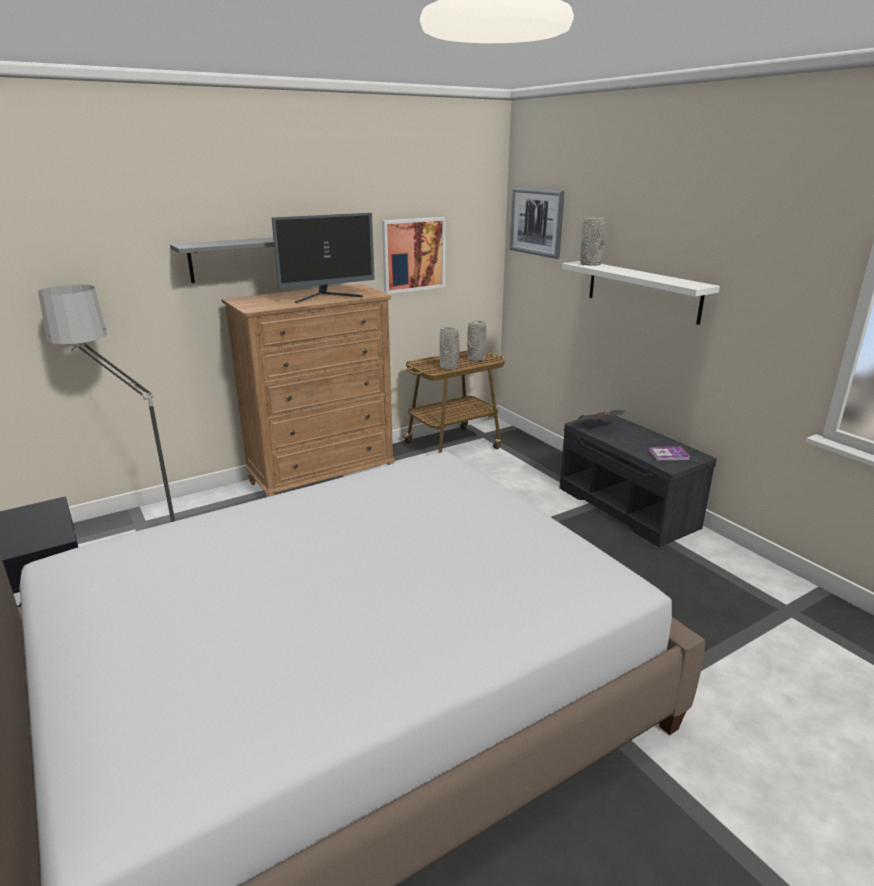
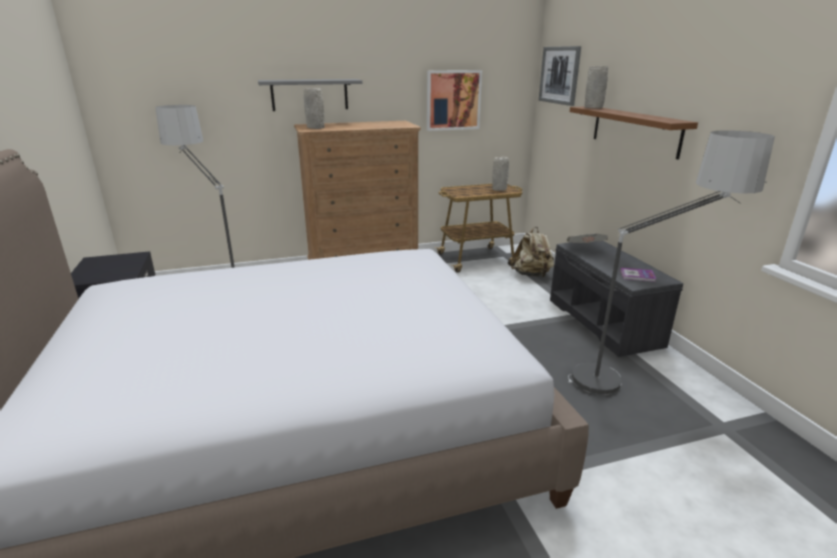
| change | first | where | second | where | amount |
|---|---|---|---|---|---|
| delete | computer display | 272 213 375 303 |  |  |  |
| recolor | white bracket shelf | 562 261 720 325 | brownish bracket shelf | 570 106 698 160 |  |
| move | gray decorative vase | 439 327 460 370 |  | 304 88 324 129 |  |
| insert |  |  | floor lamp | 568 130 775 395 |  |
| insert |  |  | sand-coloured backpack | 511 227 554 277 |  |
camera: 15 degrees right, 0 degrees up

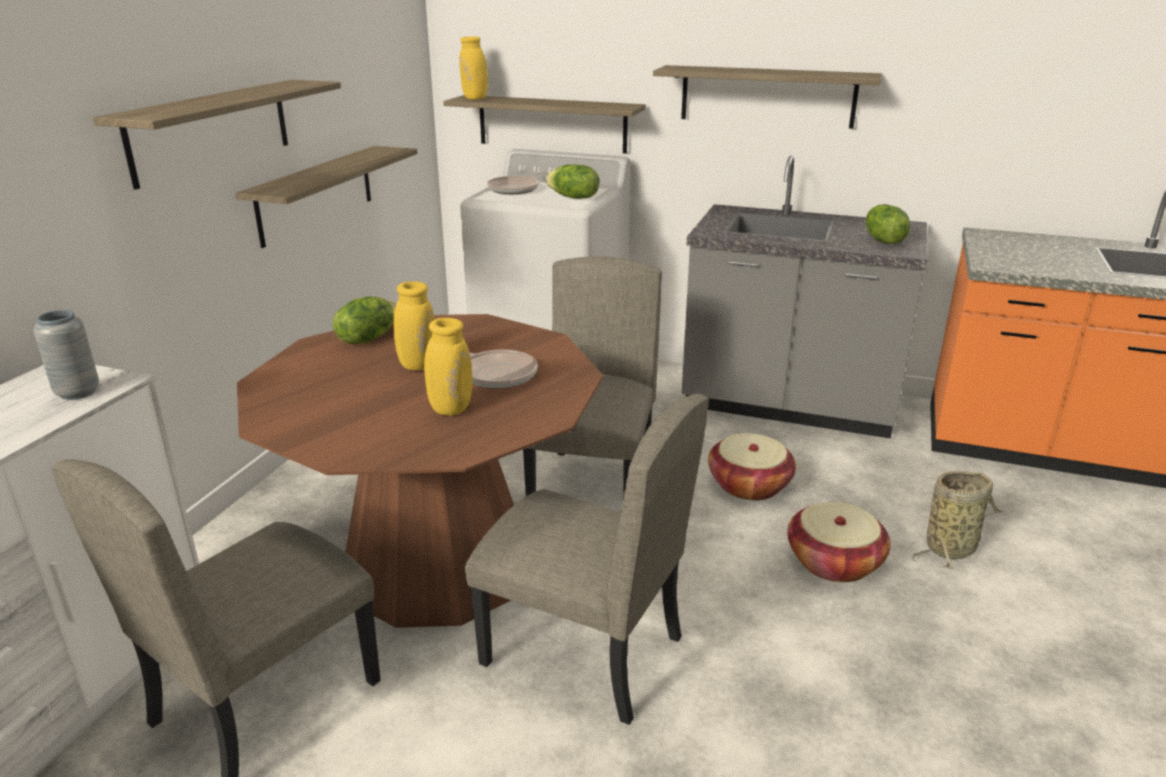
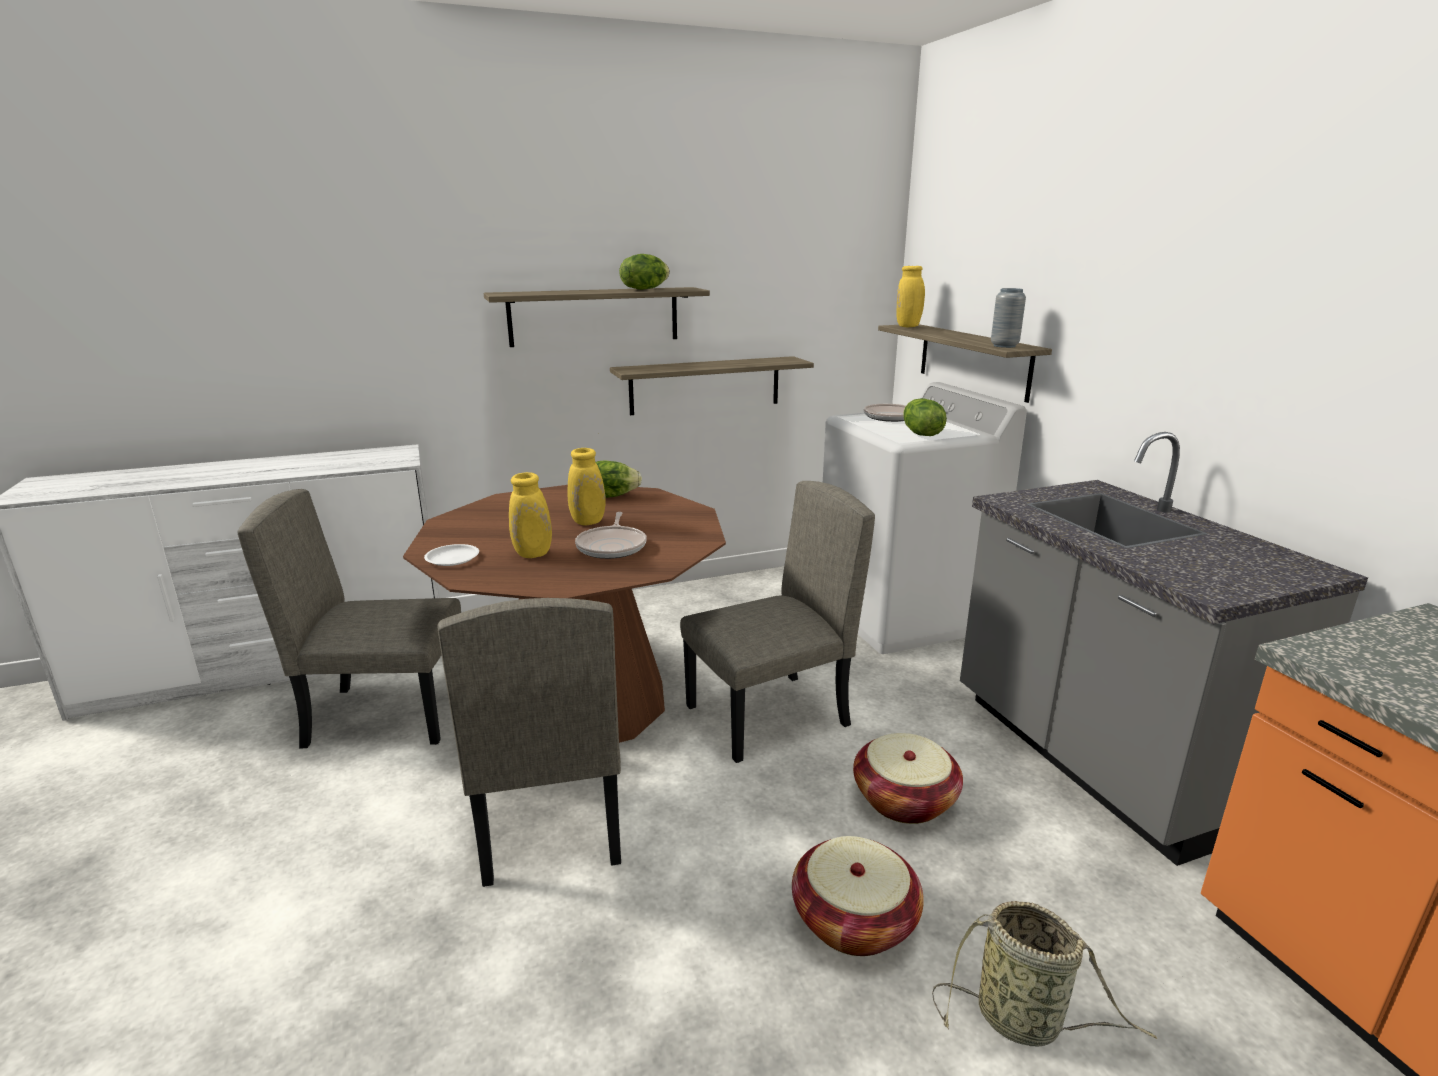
| change | first | where | second | where | amount |
|---|---|---|---|---|---|
| delete | bracket shelf | 653 65 882 129 |  |  |  |
| move | lettuce head | 866 204 910 244 |  | 619 254 670 290 |  |
| move | gray decorative vase | 34 310 99 400 |  | 991 288 1026 348 |  |
| insert |  |  | white dinner plate | 424 544 479 566 |  |
camera: 50 degrees right, 5 degrees down

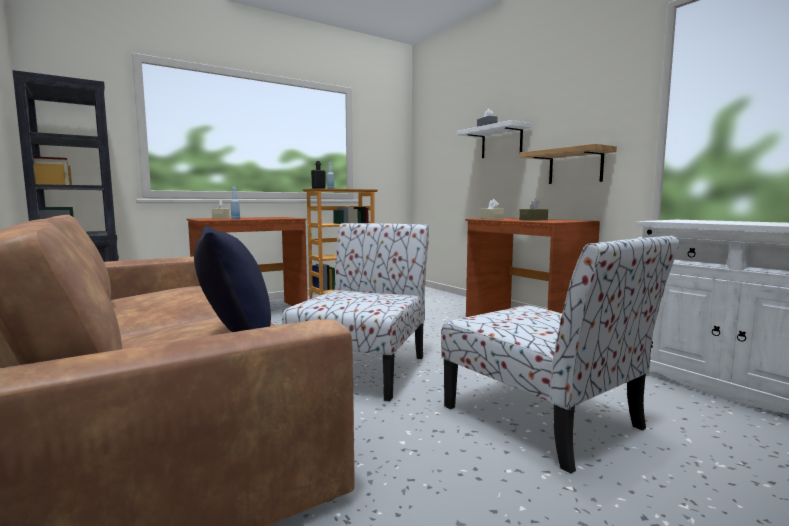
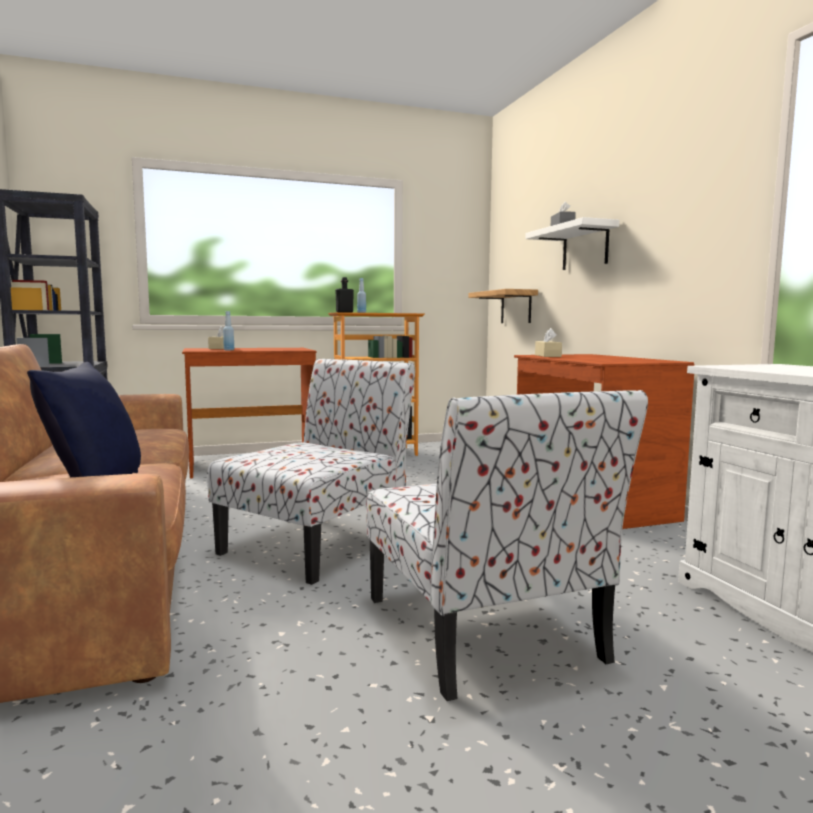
| change | first | where | second | where | amount |
|---|---|---|---|---|---|
| move | bracket shelf | 520 144 617 184 |  | 468 289 538 323 |  |
| delete | brownish tissue box | 519 199 548 221 |  |  |  |
camera: 15 degrees right, 0 degrees up

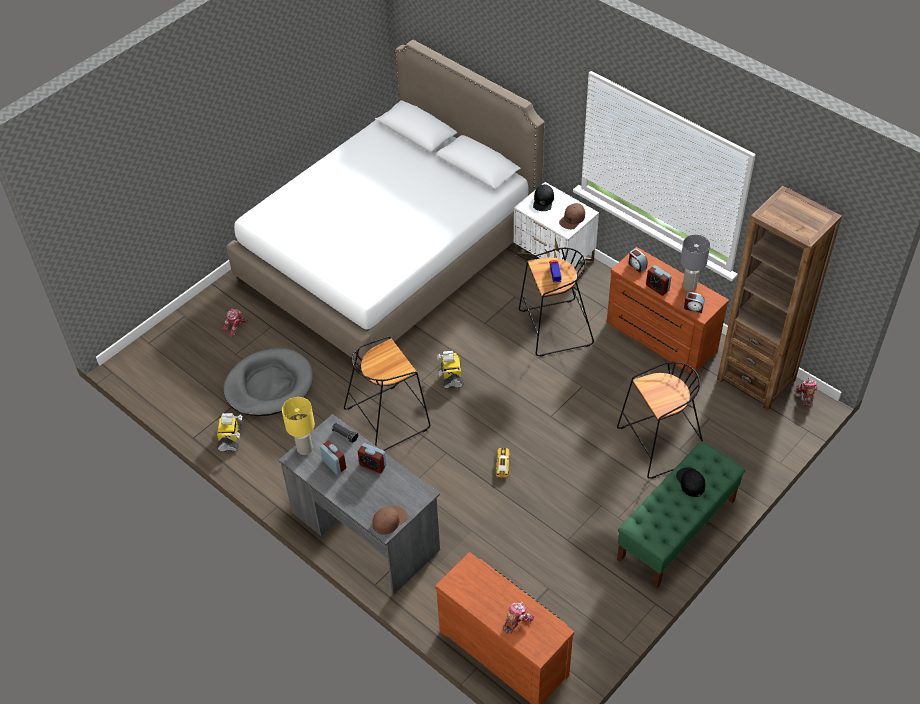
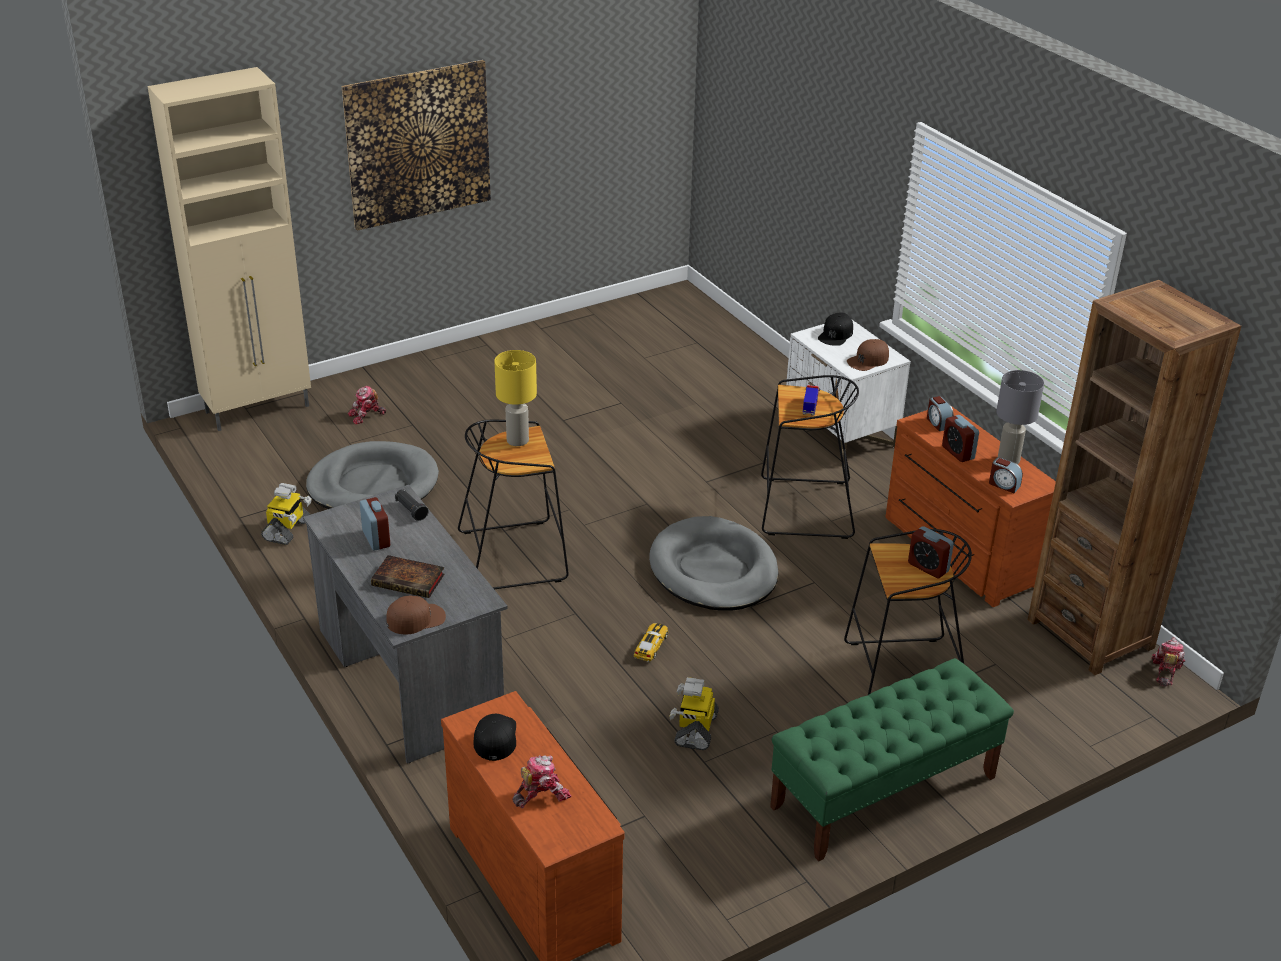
| change | first | where | second | where | amount |
|---|---|---|---|---|---|
| delete | white bedroom bed | 226 40 545 364 |  |  |  |
| move | model robot | 437 351 463 389 |  | 669 677 719 750 |  |
| move | yellow tabletop lamp | 282 397 315 455 |  | 494 350 537 446 |  |
| move | bedside clock | 358 443 387 473 |  | 908 526 954 579 |  |
| move | black baseball cap | 676 467 705 497 |  | 474 714 516 761 |  |
| insert |  |  | wall picture | 342 60 491 231 |  |
| insert |  |  | sand-coloured storage cabinet | 148 67 311 431 |  |
| insert |  |  | gray dog bed | 649 516 779 611 |  |
| insert |  |  | book | 371 555 444 598 |  |
camera: 15 degrees right, 15 degrees down

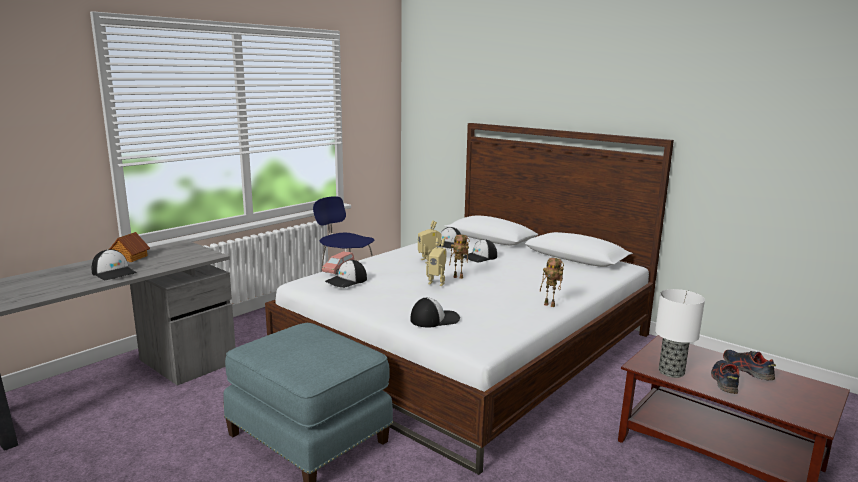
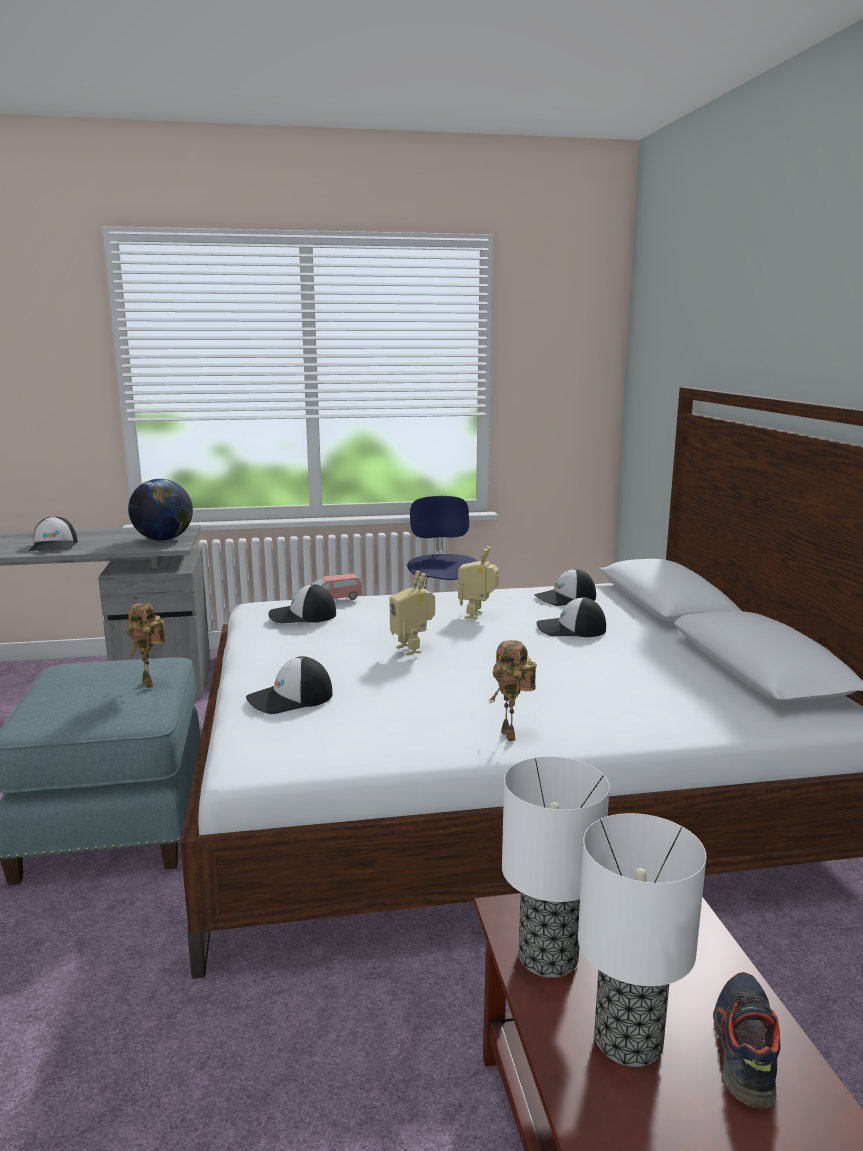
| change | first | where | second | where | amount |
|---|---|---|---|---|---|
| delete | toy house | 110 232 150 262 |  |  |  |
| move | model robot | 449 234 470 279 |  | 126 603 166 688 |  |
| rotate | baseball cap | 410 298 460 327 |  | 246 656 333 714 | 135 degrees clockwise |
| replace | shoe | 711 360 740 394 | tabletop lamp | 578 813 706 1067 |  |
| insert |  |  | globe | 128 479 193 541 |  |
camera: 40 degrees right, 0 degrees up

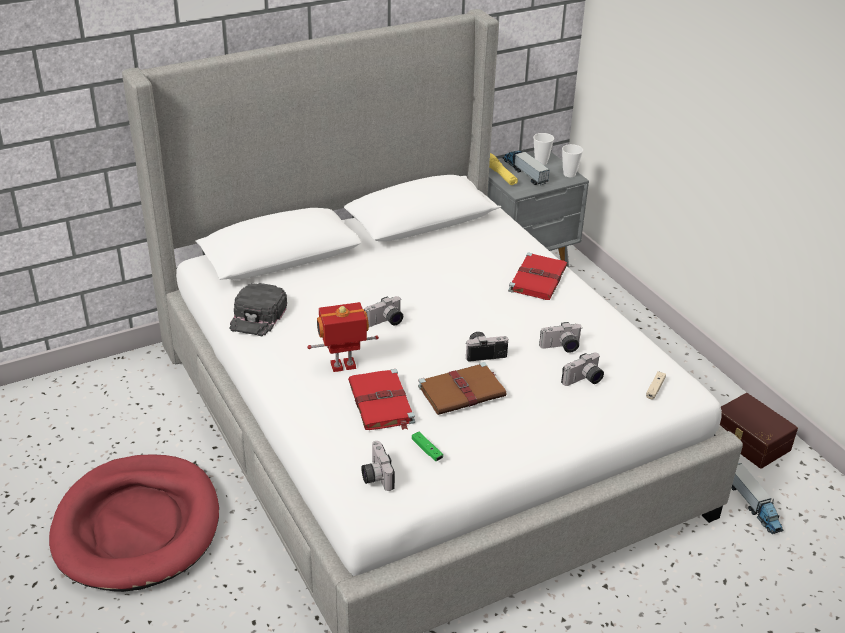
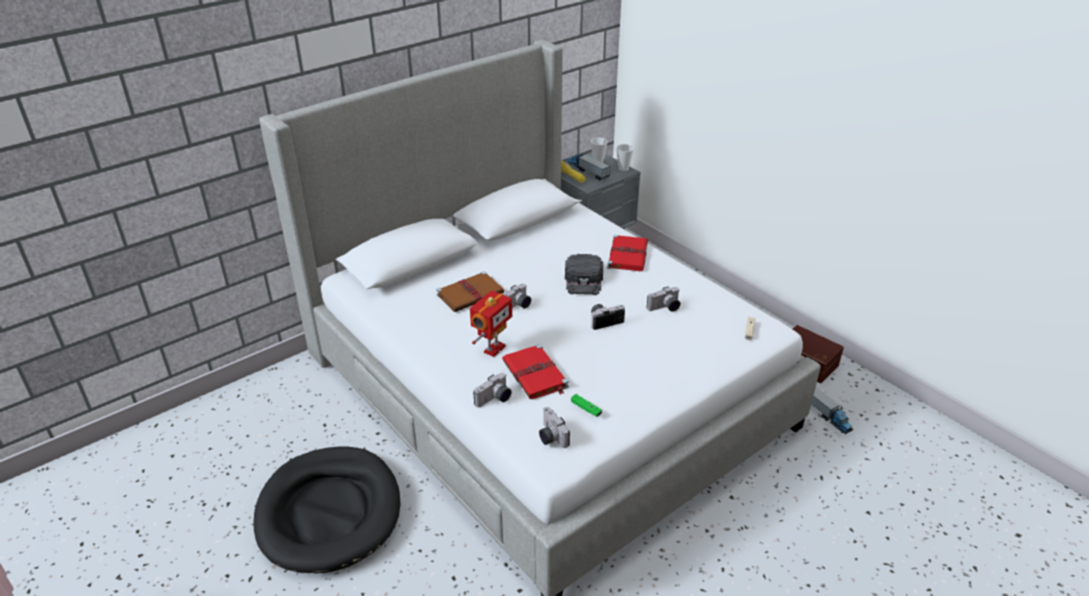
| change | first | where | second | where | amount |
|---|---|---|---|---|---|
| move | black baseball cap | 229 283 287 336 |  | 565 254 603 295 |  |
| rotate | model robot | 307 302 379 372 |  | 470 291 512 357 | 150 degrees clockwise |
| move | still camera | 561 353 604 386 |  | 473 373 512 407 |  |
| move | brownish book | 418 362 507 415 |  | 436 271 504 312 |  |
| recolor | red-coloured dog bed | 49 454 219 592 | black dog bed | 253 447 401 573 |  |
camera: 10 degrees left, 0 degrees up

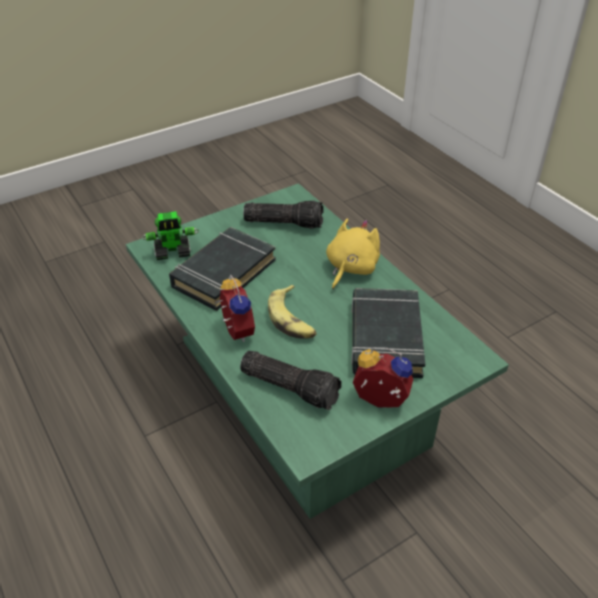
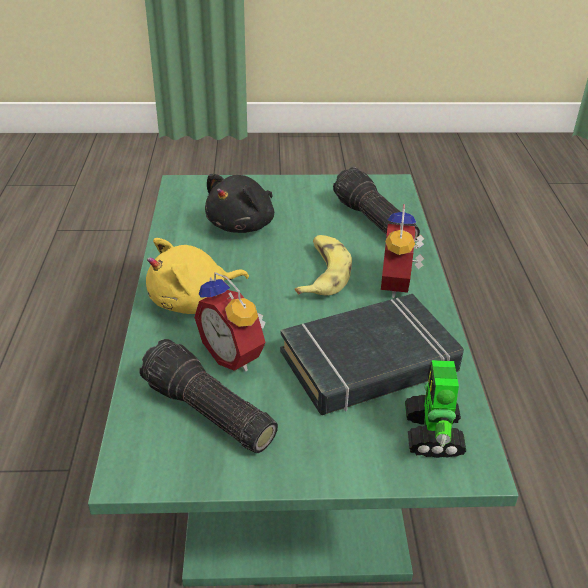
| change | first | where | second | where | amount |
|---|---|---|---|---|---|
| rotate | model robot | 142 211 199 260 |  | 405 360 466 458 | 105 degrees counterclockwise |
| replace | black book | 351 288 425 378 | black cuddly toy | 205 174 274 233 |  |
| move | bedside clock | 353 347 413 408 |  | 194 272 266 372 |  |
camera: 150 degrees left, 5 degrees down

